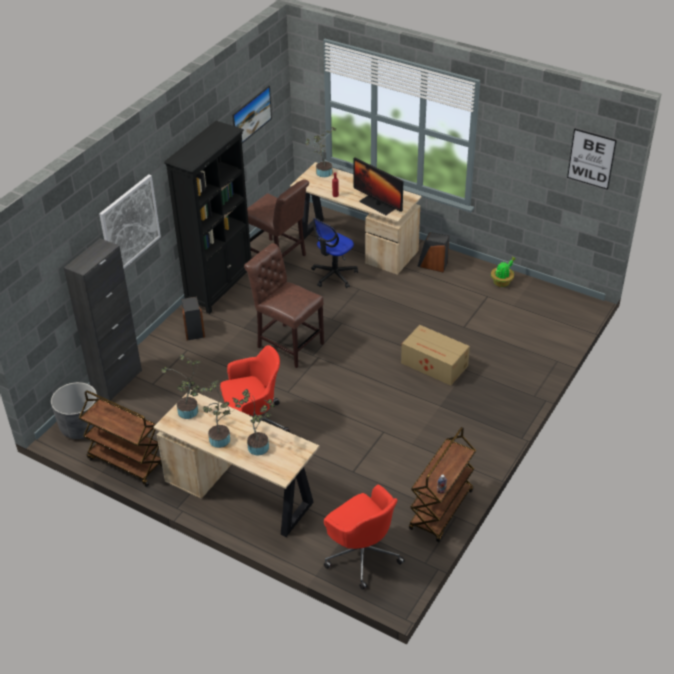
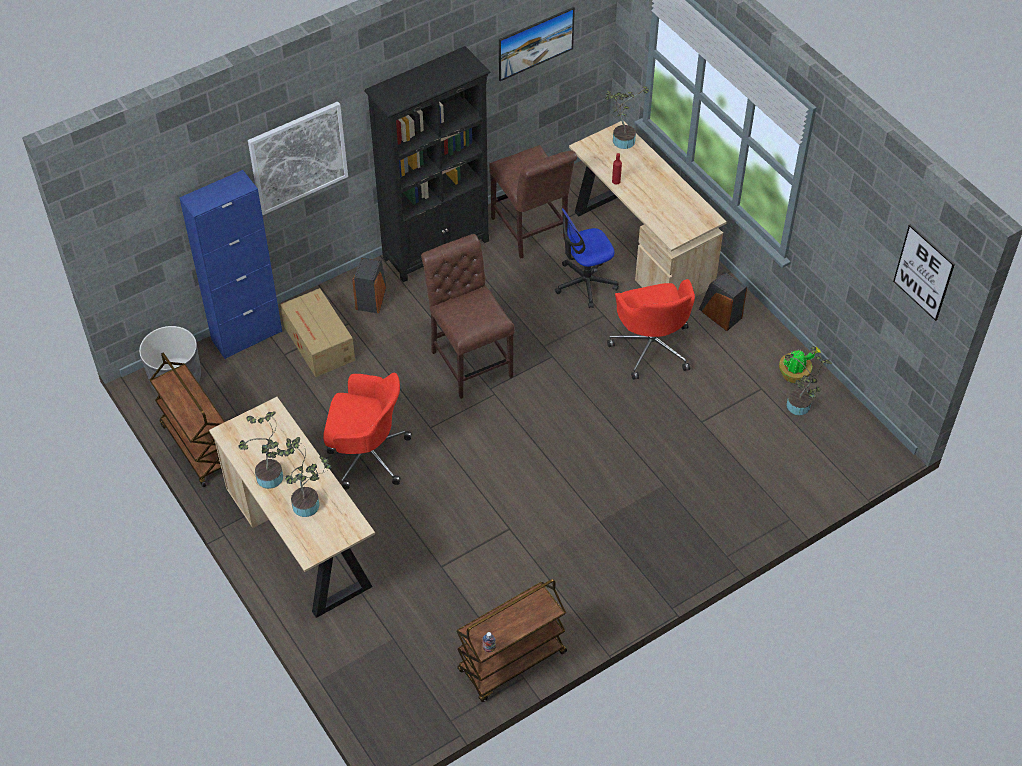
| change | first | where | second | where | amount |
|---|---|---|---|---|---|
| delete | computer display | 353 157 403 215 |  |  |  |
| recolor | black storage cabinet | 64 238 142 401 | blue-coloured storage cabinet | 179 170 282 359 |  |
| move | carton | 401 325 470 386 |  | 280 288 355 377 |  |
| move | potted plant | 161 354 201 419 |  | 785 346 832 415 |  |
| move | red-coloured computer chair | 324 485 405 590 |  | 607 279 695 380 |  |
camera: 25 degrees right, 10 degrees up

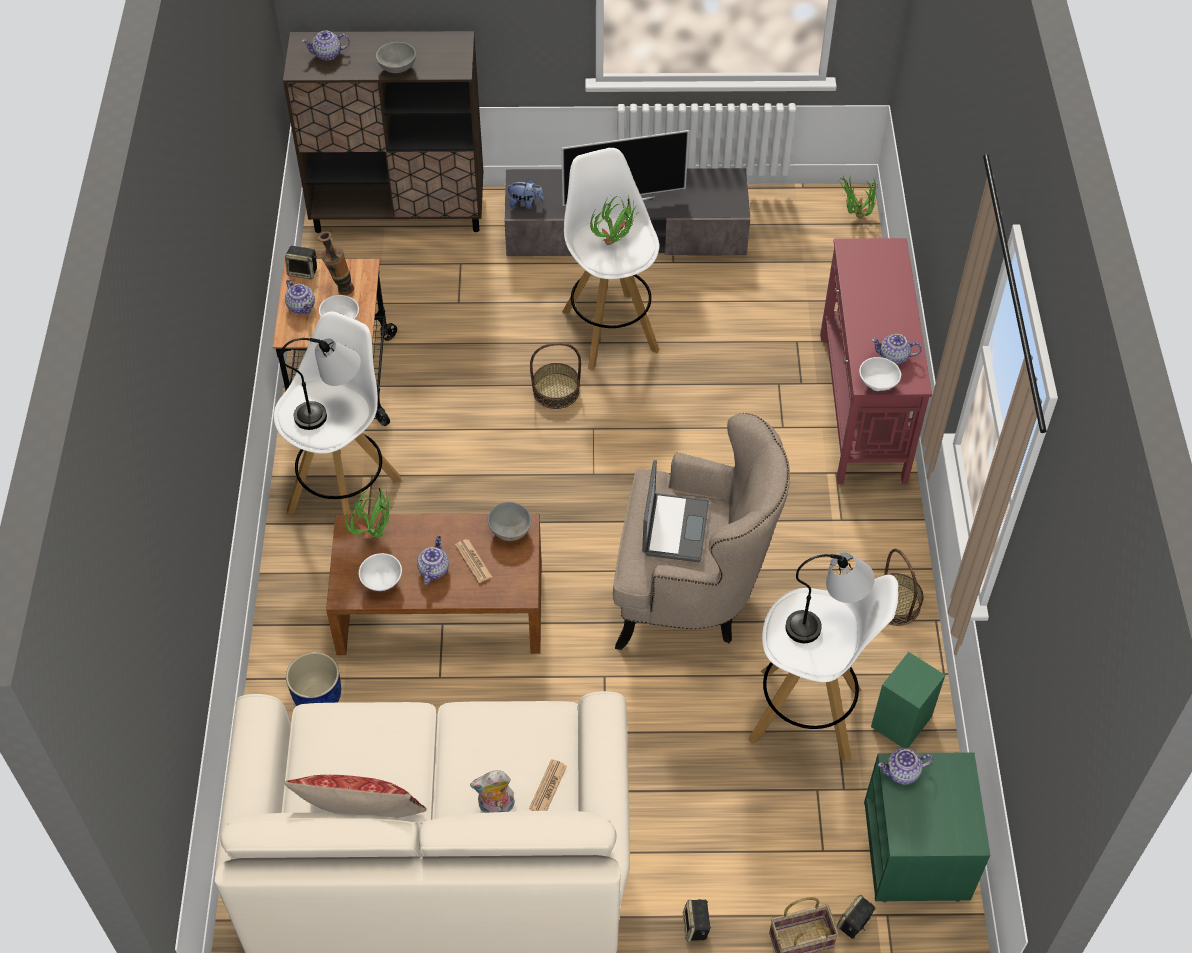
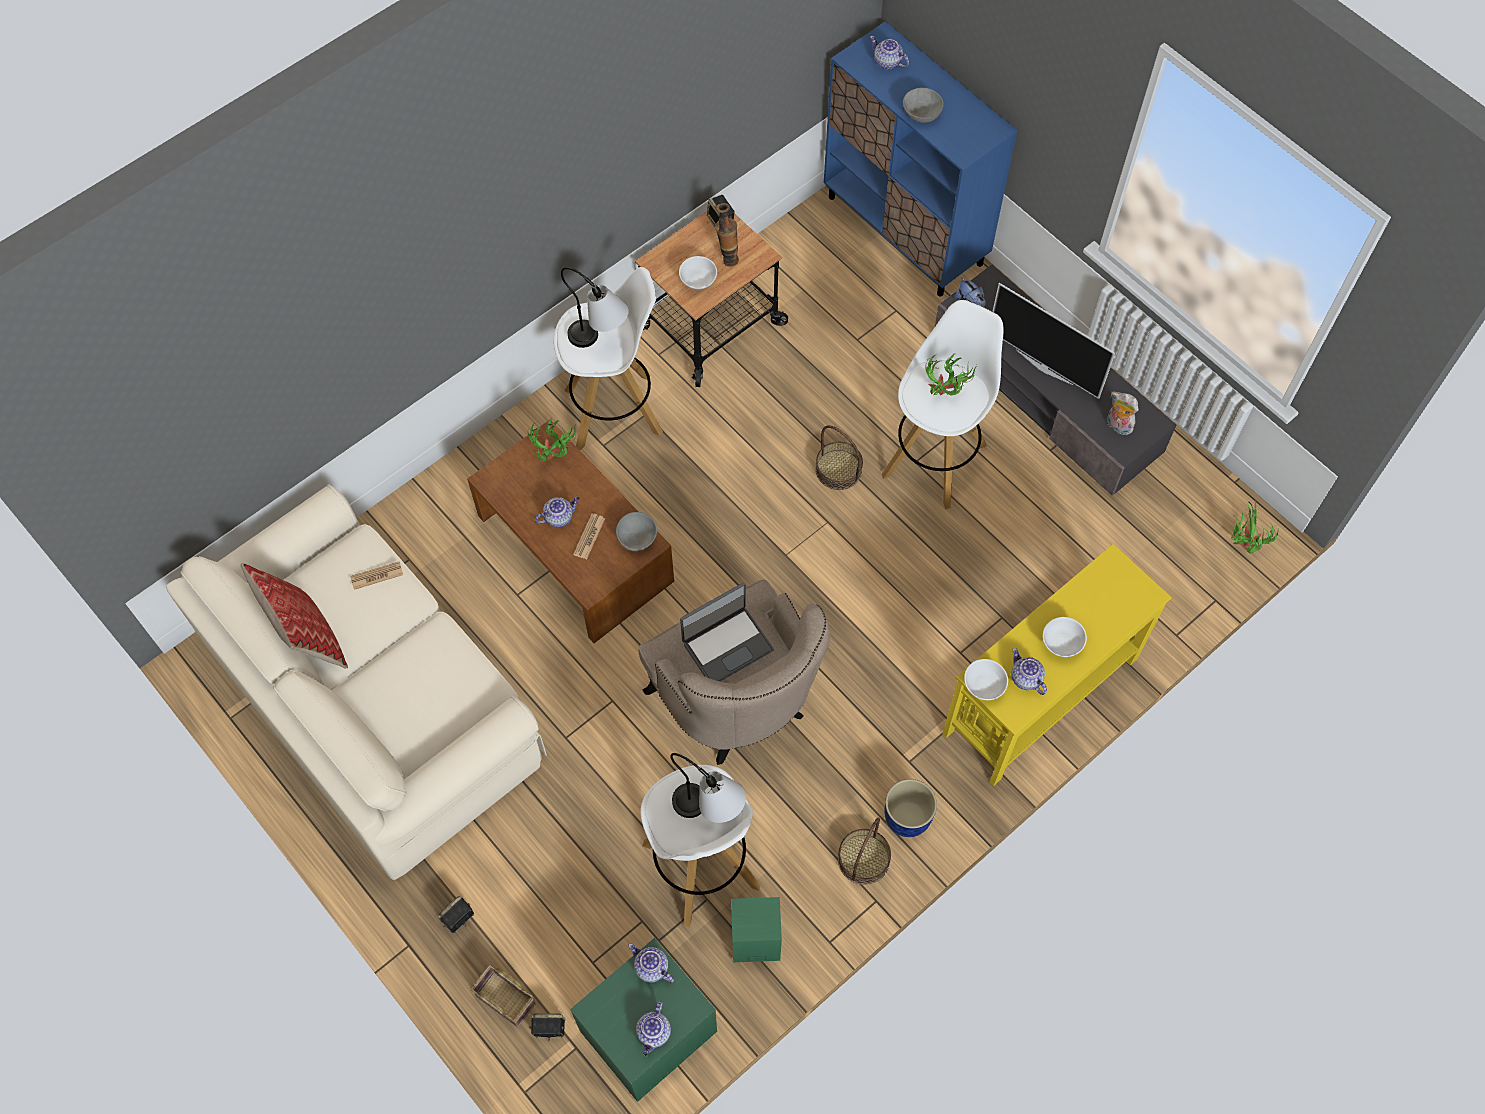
| change | first | where | second | where | amount |
|---|---|---|---|---|---|
| recolor | brownish storage cabinet | 283 31 483 233 | blue-coloured storage cabinet | 824 21 1017 297 |  |
| recolor | red-coloured narrow table | 820 238 932 484 | yellow narrow table | 942 544 1172 786 |  |
| move | tea pot | 285 279 315 314 |  | 636 1001 671 1056 |  |
| move | white bowl | 359 553 402 591 |  | 1043 617 1087 657 |  |
| move | blue-coloured planter | 286 652 341 706 |  | 885 779 937 837 |  |
| move | daily paper | 529 759 567 811 |  | 350 561 403 590 |  |
| move | cuddly toy | 470 770 515 813 |  | 1107 392 1138 435 |  |
camera: 50 degrees right, 10 degrees up

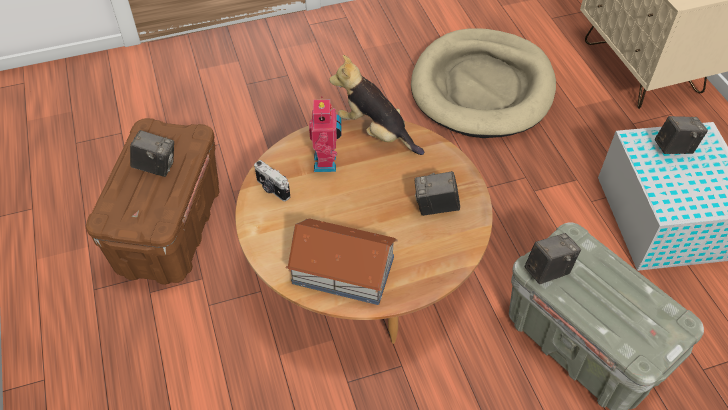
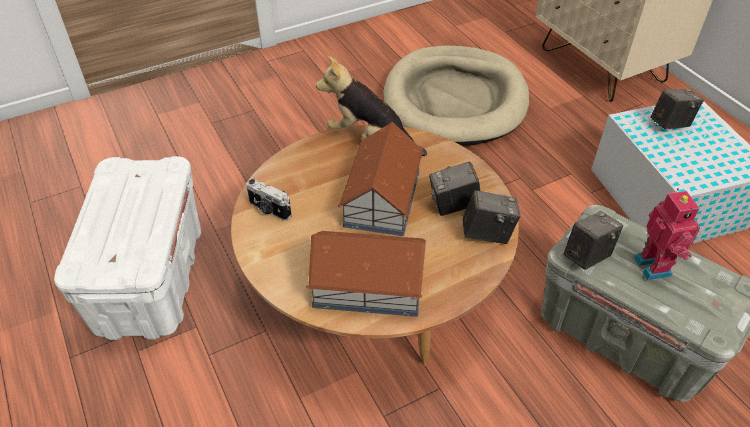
| change | first | where | second | where | amount |
|---|---|---|---|---|---|
| move | model robot | 309 96 341 172 |  | 634 188 701 280 |  |
| recolor | brownish storage bin | 86 118 220 285 | white storage bin | 54 156 201 340 |  |
| move | still camera | 130 130 174 177 |  | 462 190 520 244 |  |
| insert |  |  | toy house | 338 122 424 236 |  |
camera: 10 degrees left, 5 degrees down

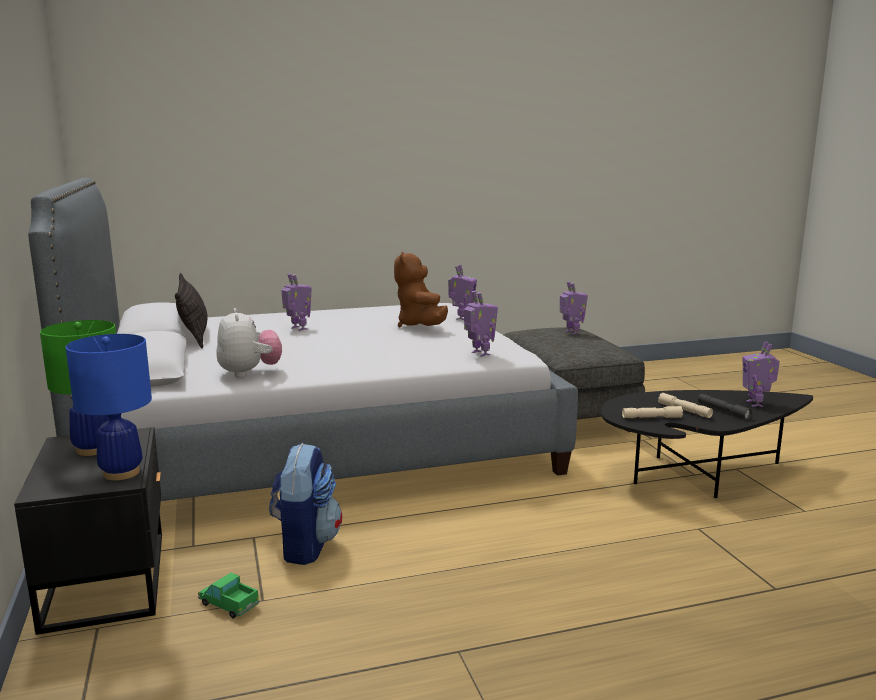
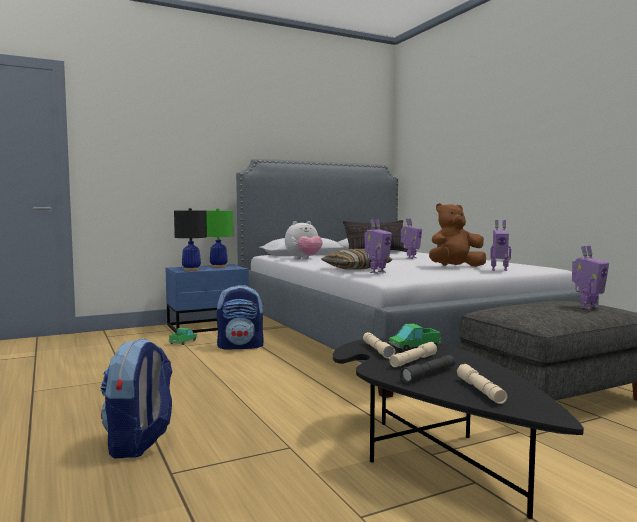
| change | first | where | second | where | amount |
|---|---|---|---|---|---|
| recolor | blue-coloured tabletop lamp | 65 334 152 481 | black tabletop lamp | 174 208 207 271 |  |
| replace | model robot | 743 341 780 407 | sand-coloured hand torch | 457 364 508 404 |  |
| recolor | black nightstand | 14 427 162 635 | blue-coloured nightstand | 166 264 249 333 |  |
| insert |  |  | throw pillow | 321 249 393 270 |  |
| insert |  |  | toy truck | 389 323 441 351 |  |
| insert |  |  | backpack | 100 338 173 459 |  |
camera: 80 degrees right, 10 degrees down

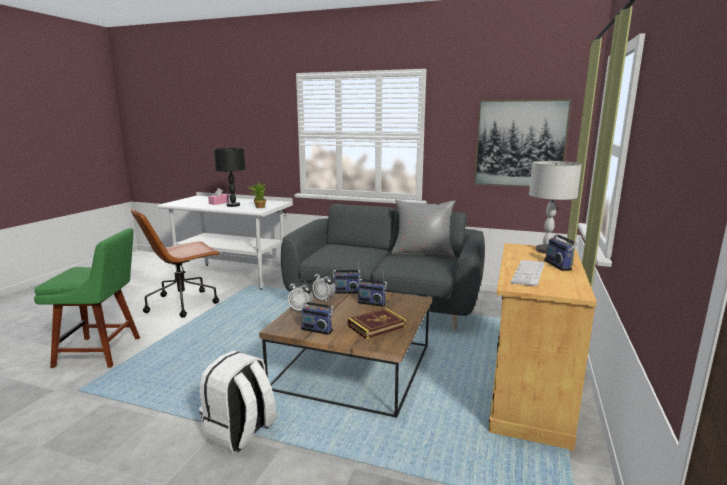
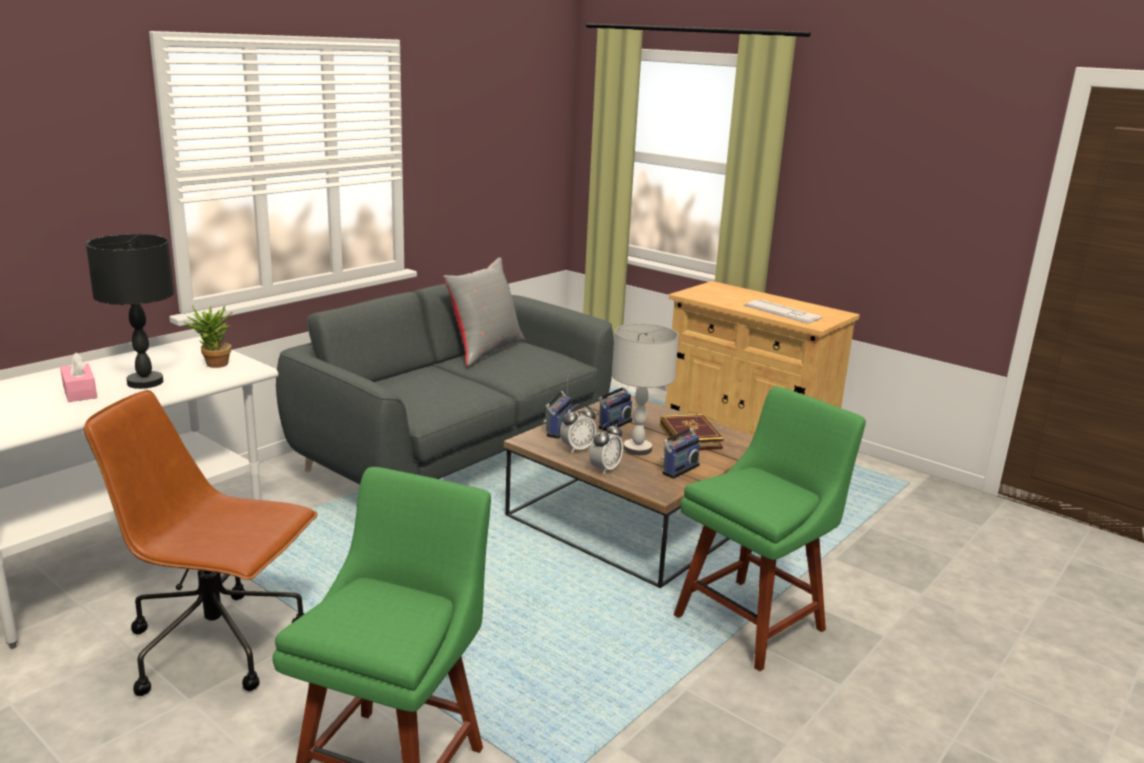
| change | first | where | second | where | amount |
|---|---|---|---|---|---|
| delete | wall picture | 474 99 572 187 |  |  |  |
| move | gray tabletop lamp | 529 161 582 254 |  | 612 323 679 455 |  |
| rotate | brownish computer chair | 131 208 221 318 |  | 84 390 318 696 | 120 degrees clockwise |
| delete | radio set | 544 227 577 271 |  |  |  |
| replace | white backpack | 199 351 276 453 | greenish chair | 674 386 866 671 |  |
camera: 70 degrees left, 5 degrees up

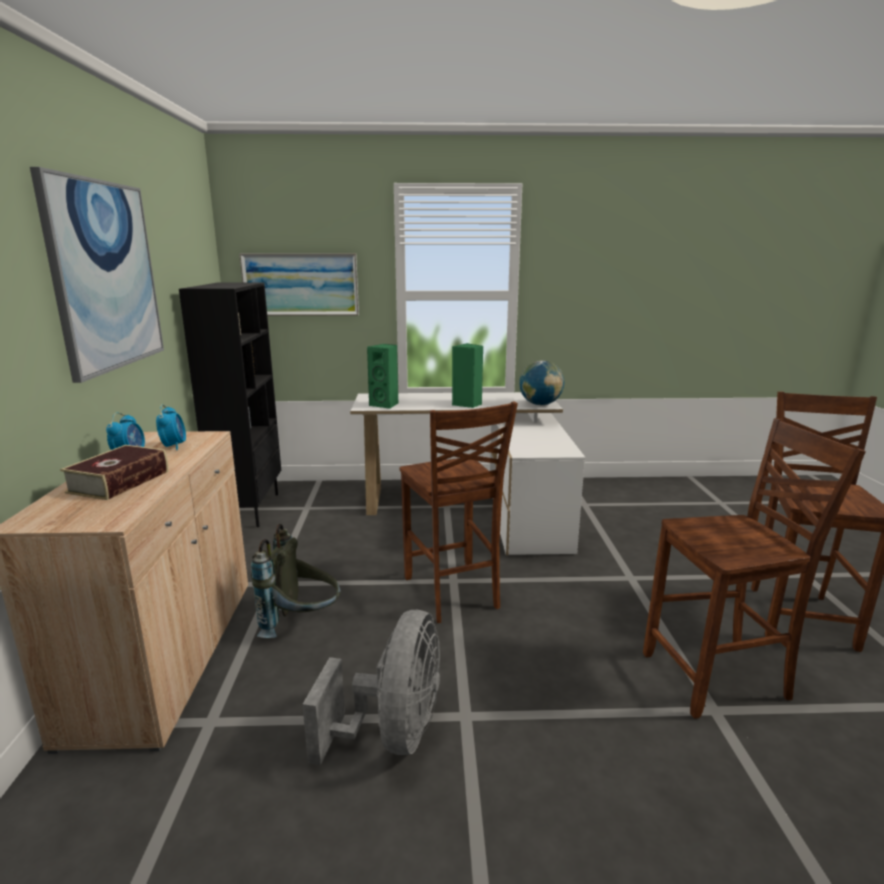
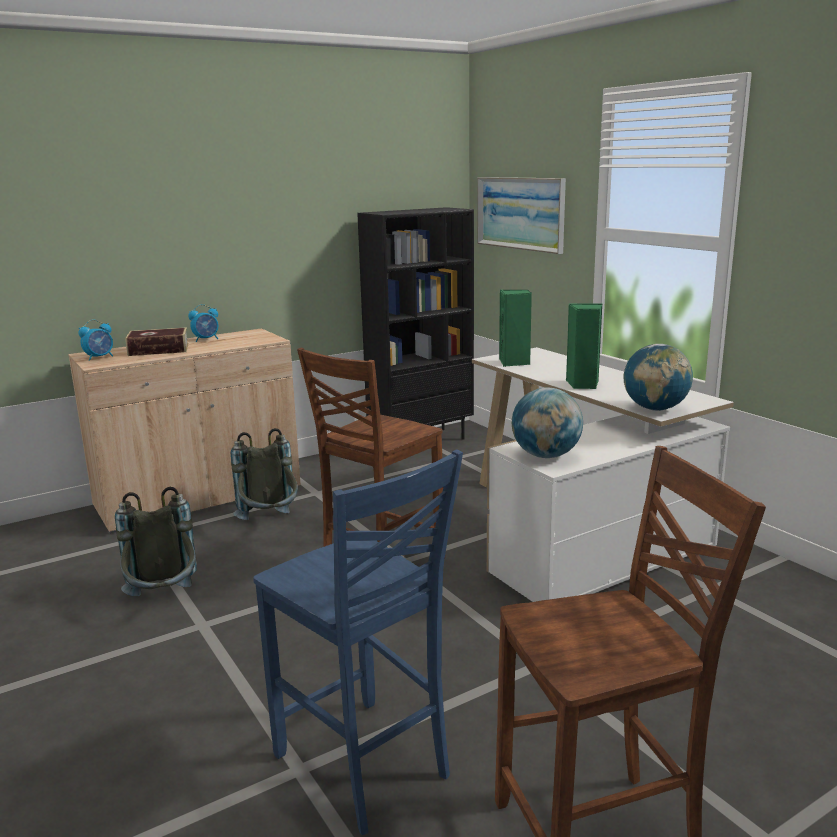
| change | first | where | second | where | amount |
|---|---|---|---|---|---|
| delete | wall picture | 30 167 164 383 |  |  |  |
| move | bedside clock | 156 404 186 450 |  | 78 319 113 361 |  |
| recolor | brownish chair | 643 418 866 719 | blue-coloured chair | 253 450 463 835 |  |
| replace | gray cooling fan | 302 610 440 765 | gray backpack | 115 487 197 596 |  |
| insert |  |  | globe | 512 387 583 458 |  |
camera: 60 degrees right, 0 degrees up

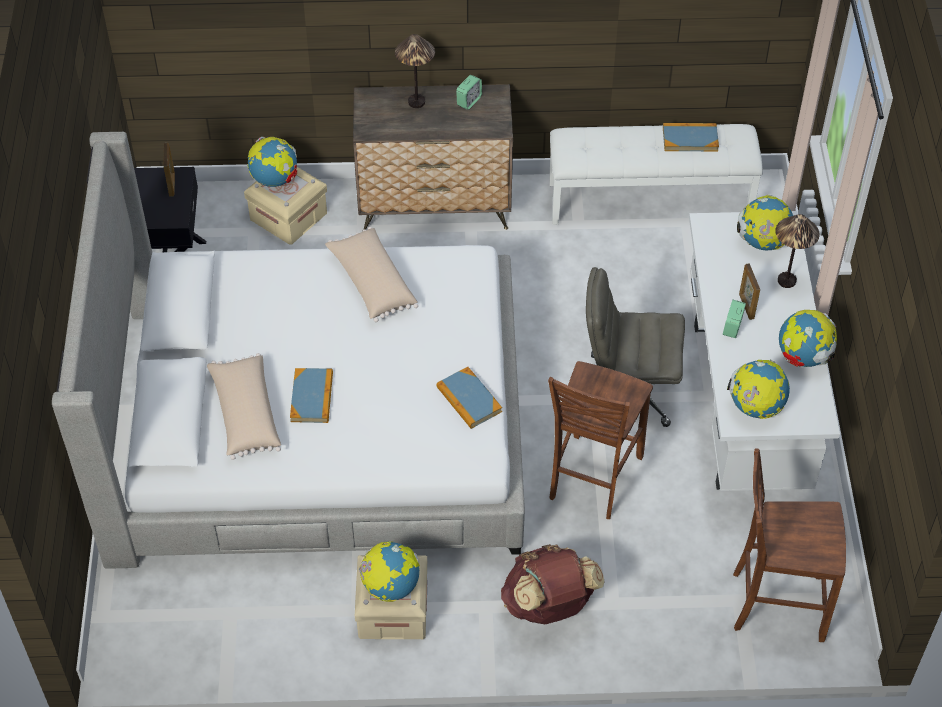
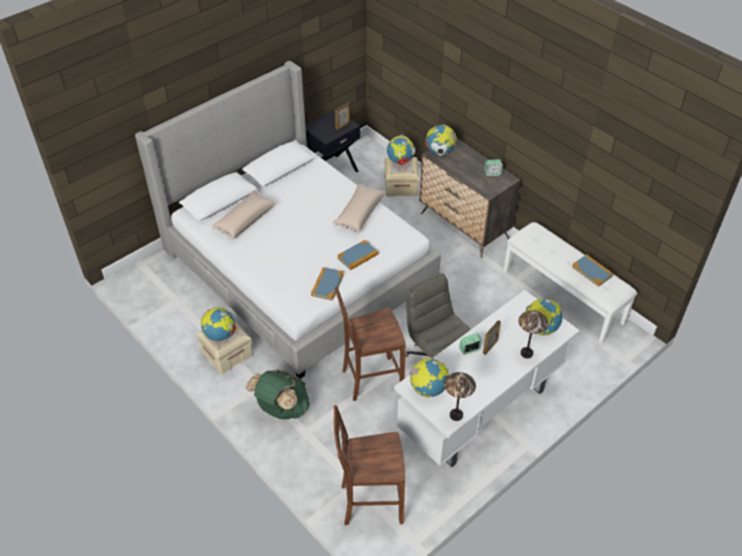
| change | first | where | second | where | amount |
|---|---|---|---|---|---|
| move | tabletop lamp | 395 34 435 108 |  | 444 372 476 421 |  |
| move | globe | 779 310 837 367 |  | 425 125 457 156 |  |
| move | book | 290 368 333 423 |  | 337 240 378 270 |  |
| rotate | brownish chair | 733 448 846 642 |  | 333 405 405 526 | 60 degrees counterclockwise |
| recolor | brownish backpack | 501 544 605 624 | greenish backpack | 246 370 310 419 |  |
camera: 50 degrees right, 5 degrees down

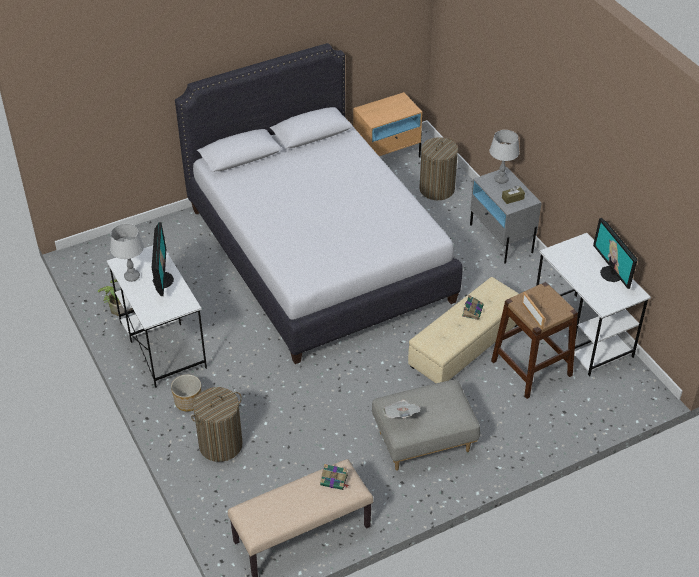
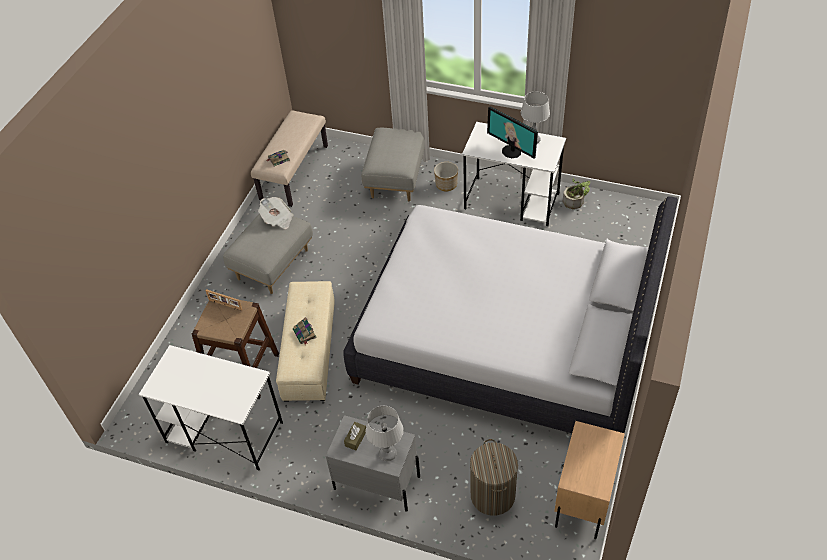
| change | first | where | second | where | amount |
|---|---|---|---|---|---|
| delete | computer display | 593 218 638 289 |  |  |  |
| replace | laundry basket | 191 387 243 462 | gray footrest | 362 128 425 201 |  |
camera: 140 degrees right, 5 degrees up

